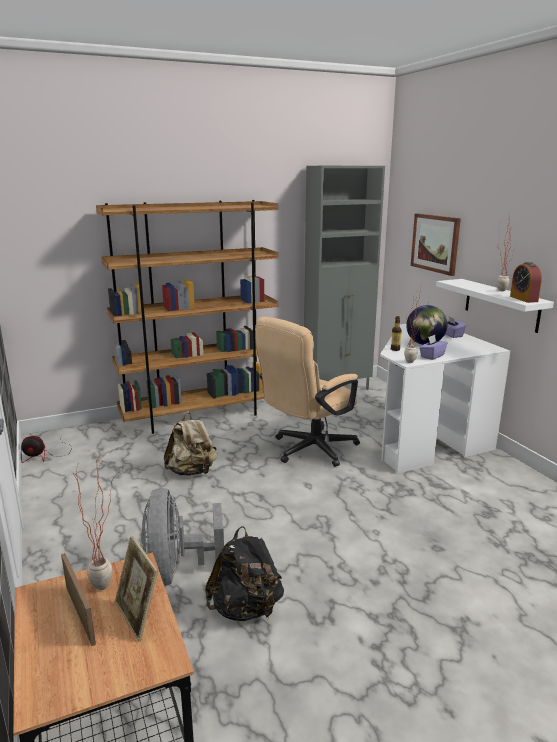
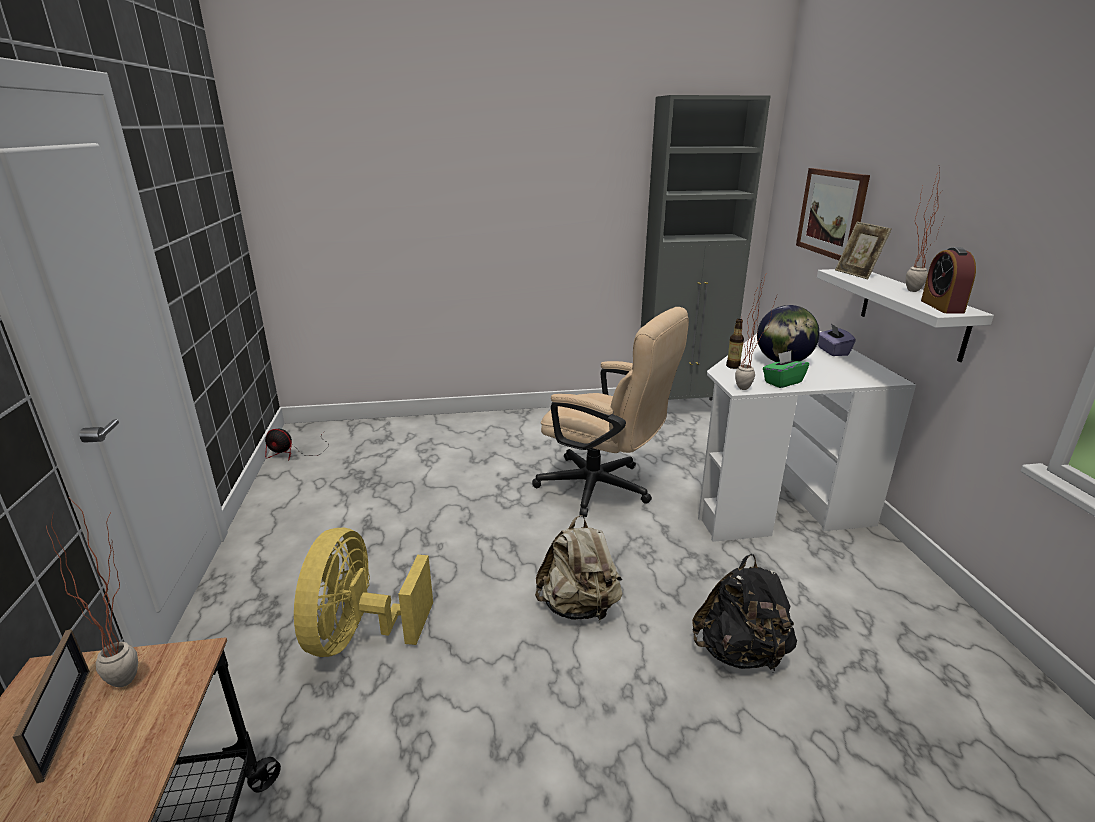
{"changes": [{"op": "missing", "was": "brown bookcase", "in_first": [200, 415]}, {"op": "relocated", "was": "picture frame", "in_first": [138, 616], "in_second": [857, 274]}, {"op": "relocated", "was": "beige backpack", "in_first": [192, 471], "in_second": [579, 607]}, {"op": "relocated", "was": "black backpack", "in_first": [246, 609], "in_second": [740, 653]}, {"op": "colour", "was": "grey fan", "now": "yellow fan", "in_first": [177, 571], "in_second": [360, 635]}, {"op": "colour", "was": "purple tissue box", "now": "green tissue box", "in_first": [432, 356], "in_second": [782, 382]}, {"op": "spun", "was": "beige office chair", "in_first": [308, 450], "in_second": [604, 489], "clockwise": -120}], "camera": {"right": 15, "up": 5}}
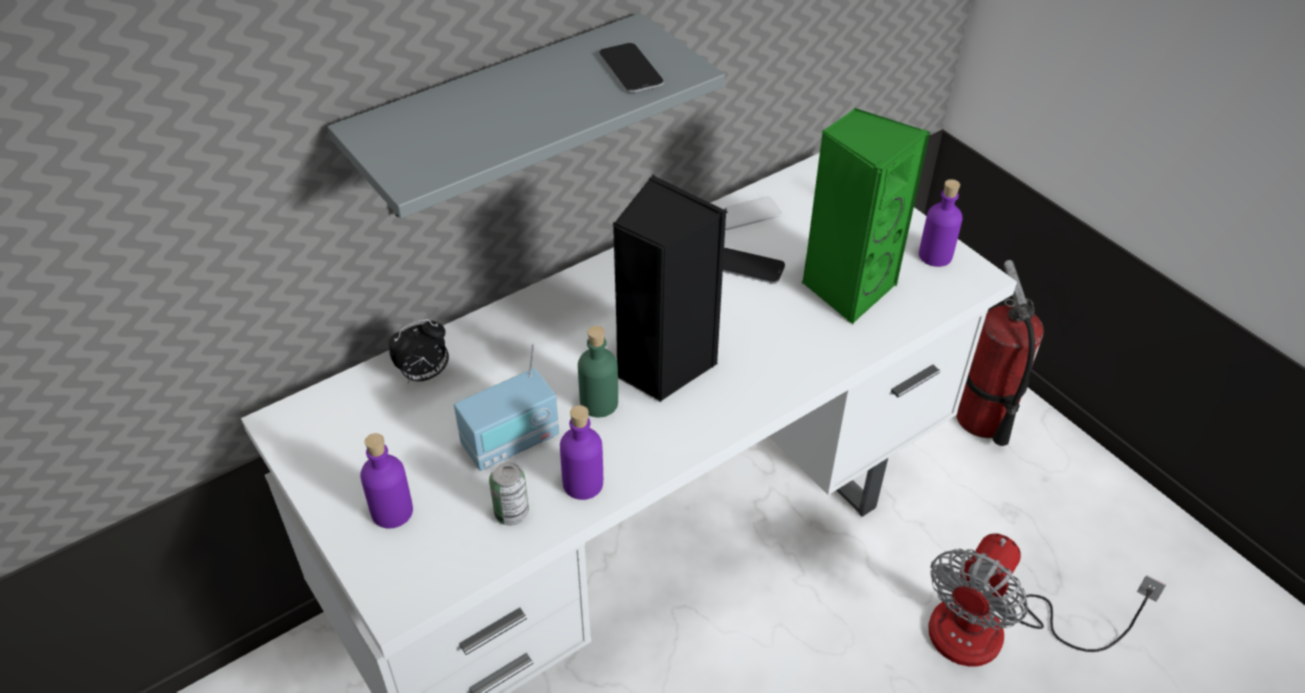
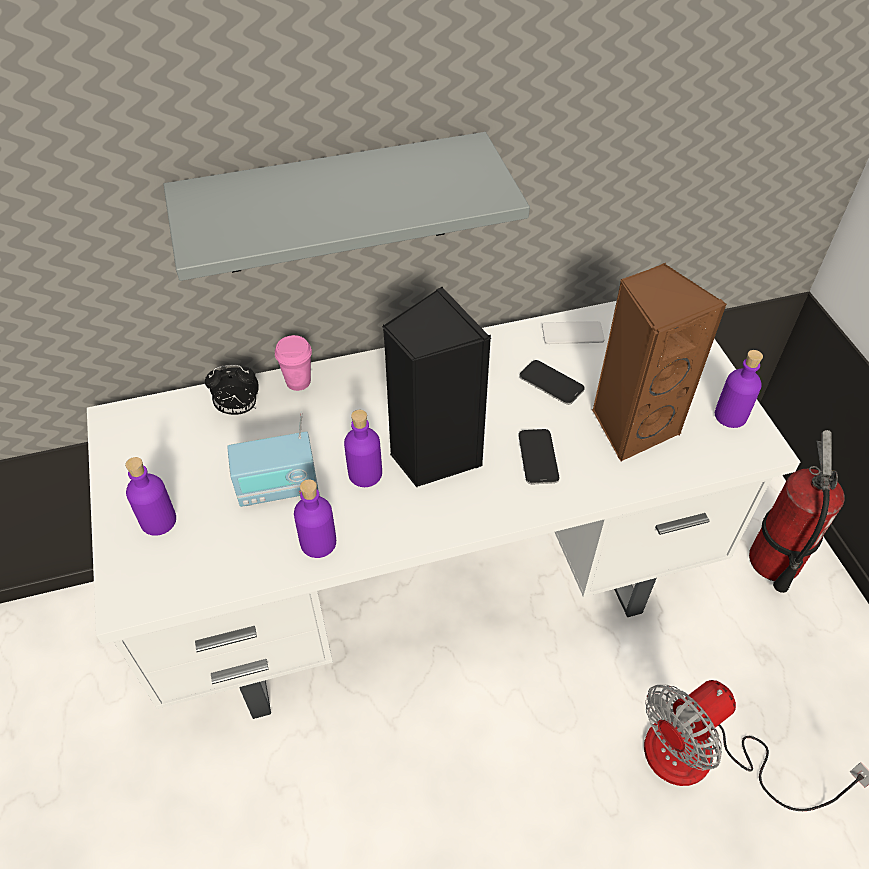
{"changes": [{"op": "missing", "was": "can", "in_first": [511, 513]}, {"op": "appeared", "now": "pink cup", "in_second": [298, 382]}, {"op": "relocated", "was": "phone", "in_first": [630, 70], "in_second": [538, 457]}, {"op": "colour", "was": "green bottle", "now": "purple bottle", "in_first": [599, 403], "in_second": [365, 474]}, {"op": "colour", "was": "green speaker", "now": "brown speaker", "in_first": [846, 287], "in_second": [632, 425]}], "camera": {"right": 20, "up": 5}}
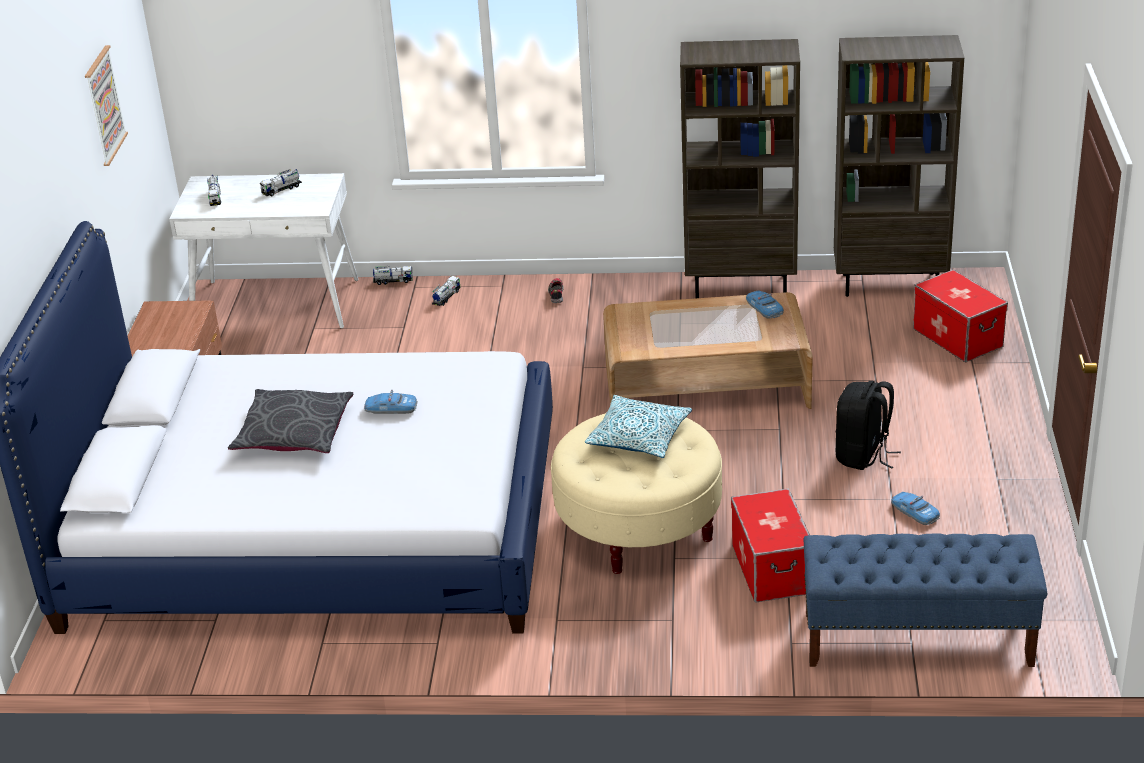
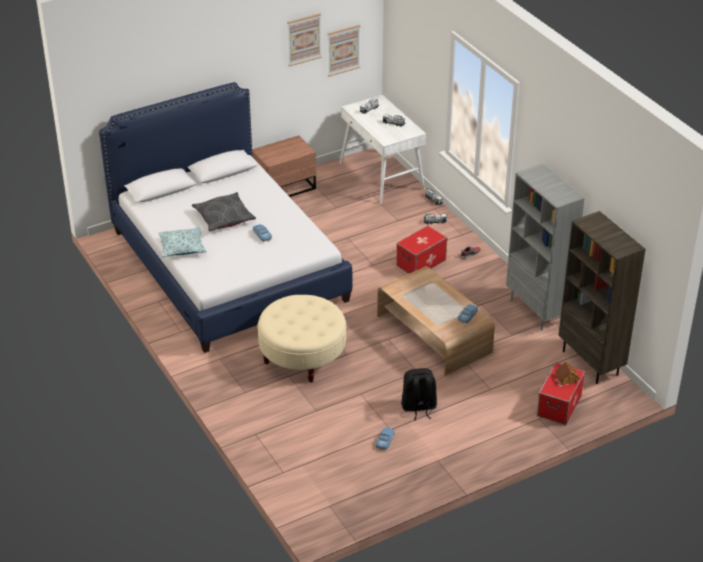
{"changes": [{"op": "missing", "was": "blue bench", "in_first": [916, 639]}, {"op": "appeared", "now": "picture", "in_second": [343, 50]}, {"op": "appeared", "now": "toy house", "in_second": [566, 379]}, {"op": "relocated", "was": "pillow", "in_first": [638, 437], "in_second": [182, 247]}, {"op": "relocated", "was": "storage box", "in_first": [770, 569], "in_second": [421, 262]}, {"op": "colour", "was": "brown bookcase", "now": "grey bookcase", "in_first": [741, 286], "in_second": [537, 311]}], "camera": {"right": 55, "up": 5}}
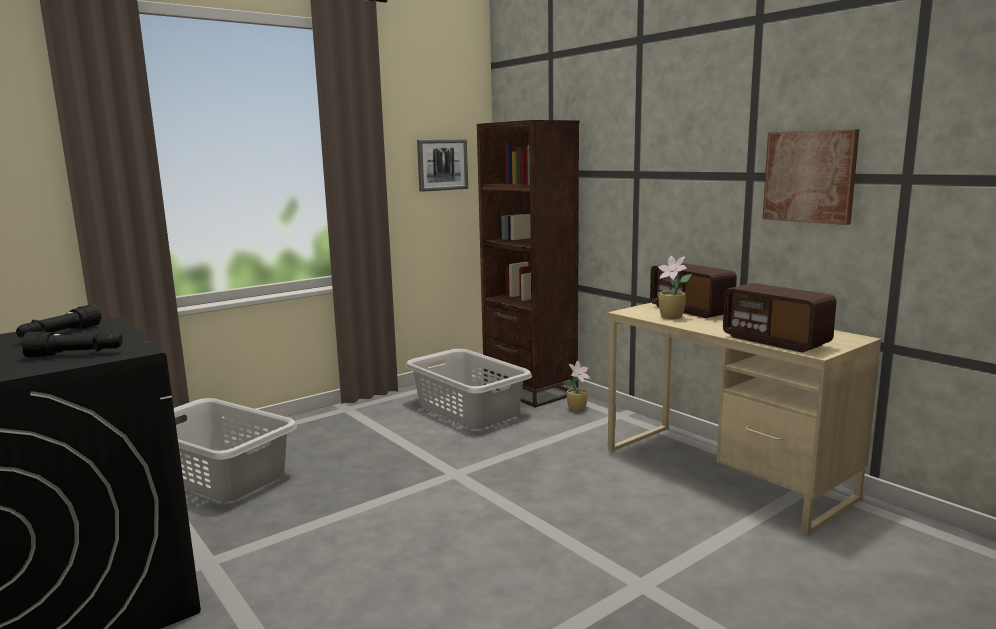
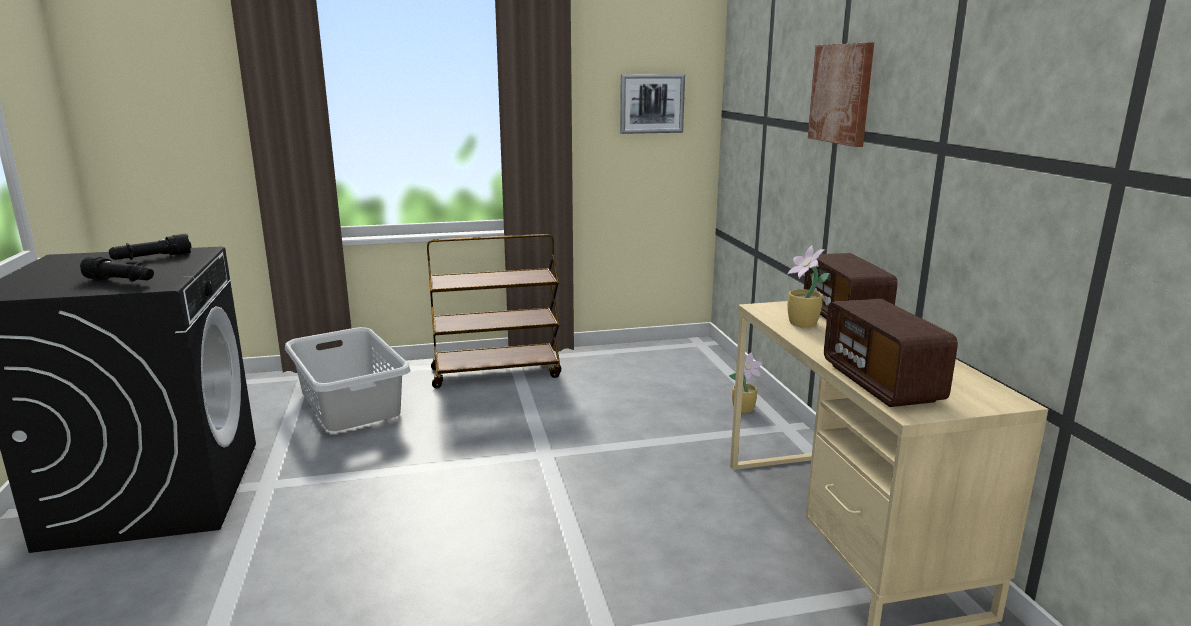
{"changes": [{"op": "missing", "was": "grey laundry basket", "in_first": [468, 409]}, {"op": "missing", "was": "brown bookcase", "in_first": [529, 390]}, {"op": "appeared", "now": "brown cart", "in_second": [496, 372]}, {"op": "relocated", "was": "picture", "in_first": [810, 176], "in_second": [842, 94]}], "camera": {"right": 25, "up": 5}}
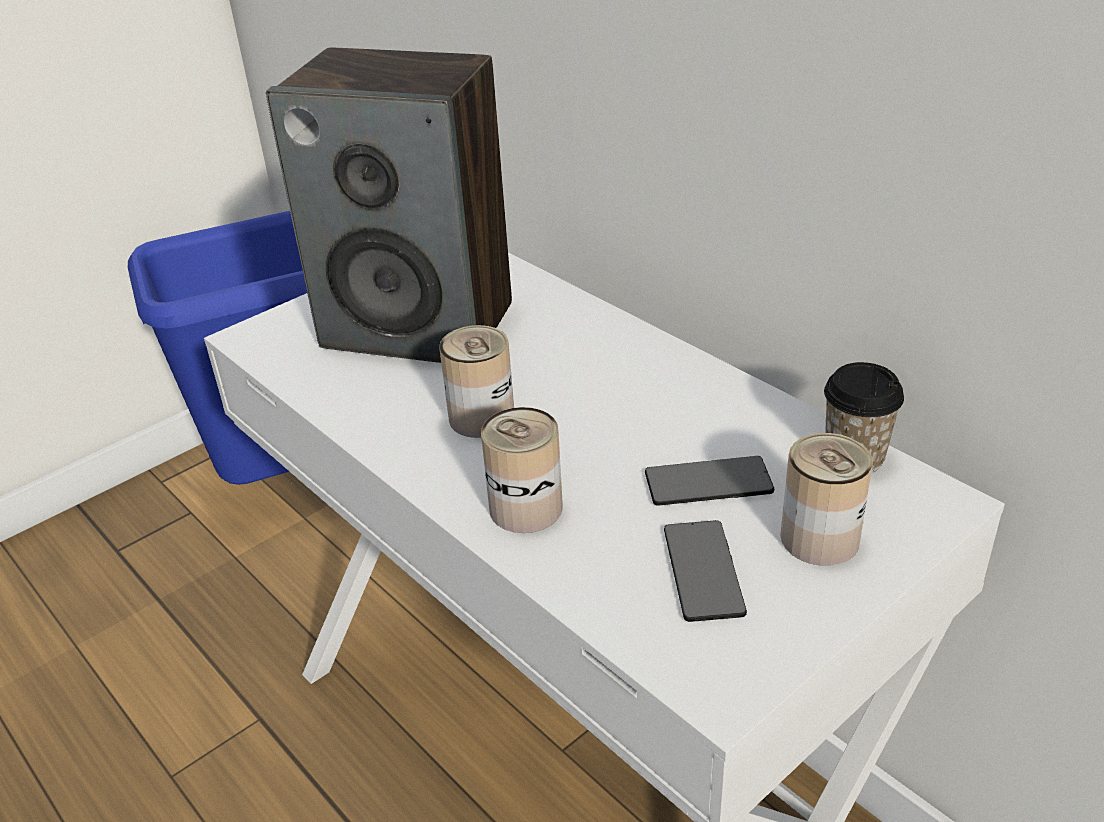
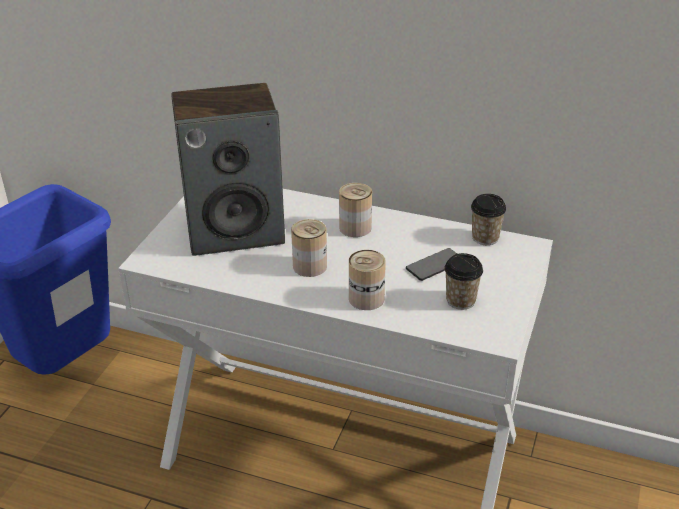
{"changes": [{"op": "relocated", "was": "can", "in_first": [819, 538], "in_second": [355, 227]}, {"op": "exchanged", "was": "phone", "now": "cup", "in_first": [703, 572], "in_second": [460, 300]}], "camera": {"right": -30, "up": 0}}
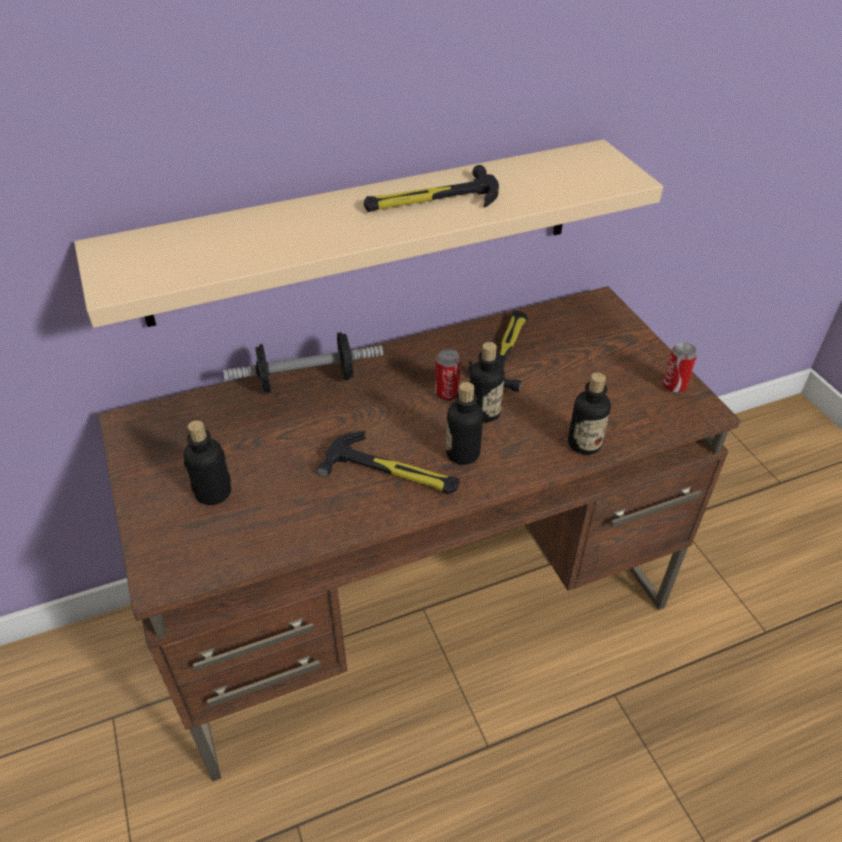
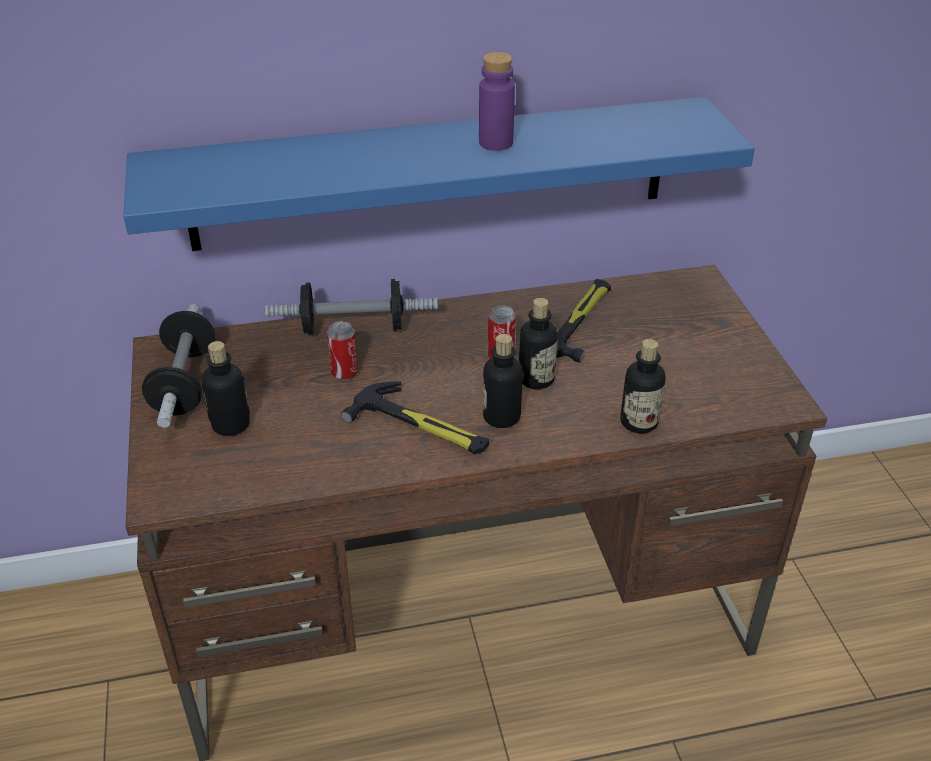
{"changes": [{"op": "appeared", "now": "dumbbell", "in_second": [184, 383]}, {"op": "relocated", "was": "can", "in_first": [674, 386], "in_second": [344, 373]}, {"op": "exchanged", "was": "hammer", "now": "purple bottle", "in_first": [431, 200], "in_second": [496, 143]}, {"op": "colour", "was": "beige shelf", "now": "blue shelf", "in_first": [366, 232], "in_second": [431, 174]}], "camera": {"right": 10, "up": -5}}
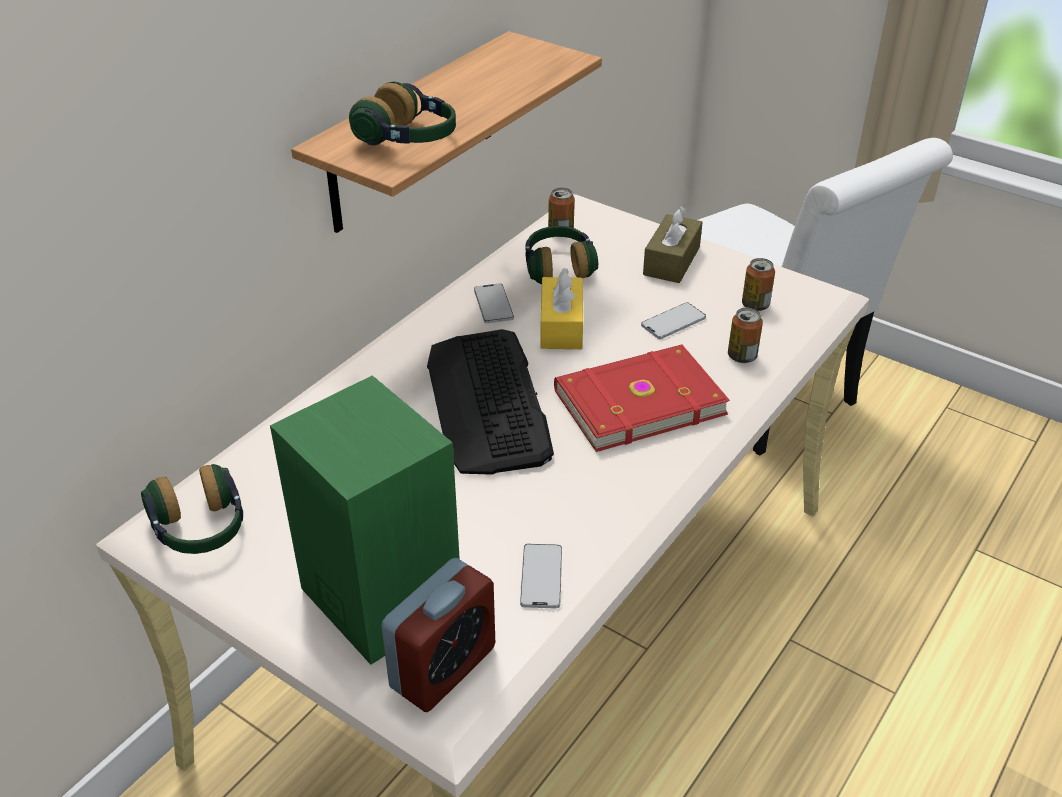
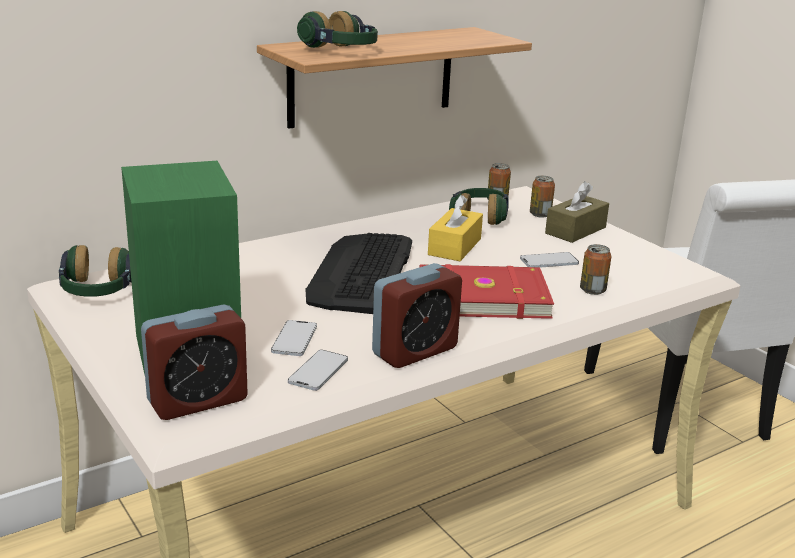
{"changes": [{"op": "appeared", "now": "alarm clock", "in_second": [415, 351]}, {"op": "relocated", "was": "phone", "in_first": [493, 304], "in_second": [294, 339]}, {"op": "relocated", "was": "can", "in_first": [755, 305], "in_second": [540, 214]}], "camera": {"right": 20, "up": -15}}
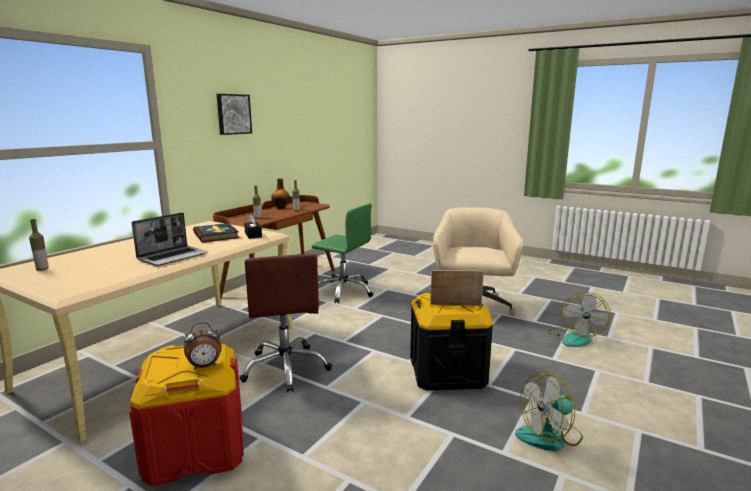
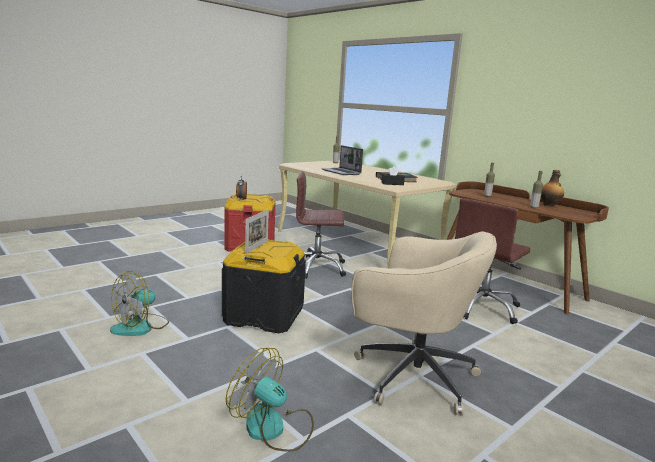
{"changes": [{"op": "missing", "was": "picture", "in_first": [233, 114]}, {"op": "colour", "was": "green office chair", "now": "brown office chair", "in_first": [344, 291], "in_second": [482, 307]}, {"op": "spun", "was": "fan", "in_first": [549, 436], "in_second": [140, 327], "clockwise": -135}], "camera": {"right": 105, "up": 0}}
